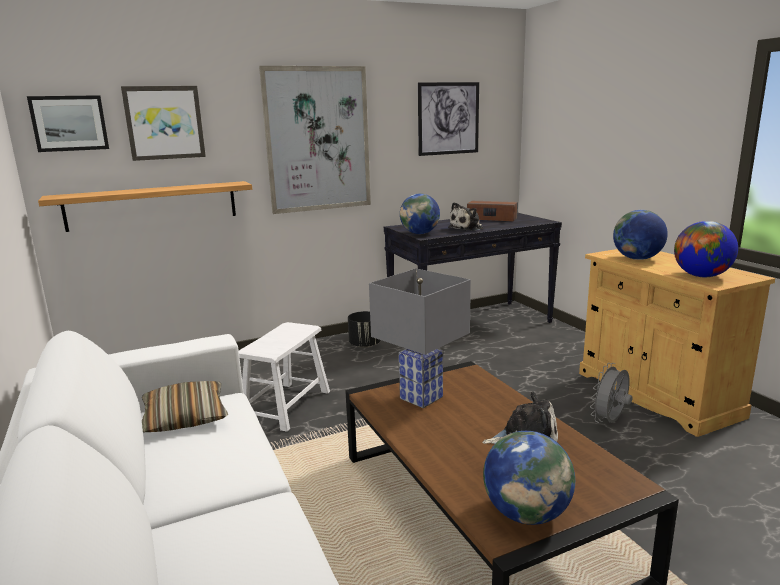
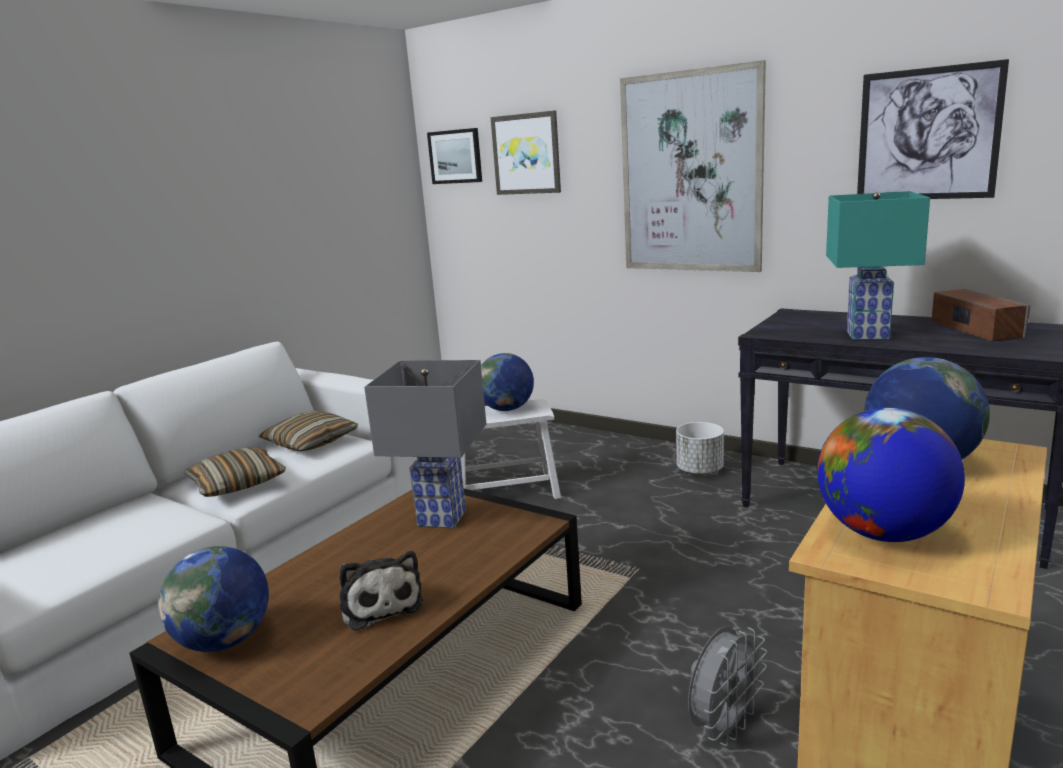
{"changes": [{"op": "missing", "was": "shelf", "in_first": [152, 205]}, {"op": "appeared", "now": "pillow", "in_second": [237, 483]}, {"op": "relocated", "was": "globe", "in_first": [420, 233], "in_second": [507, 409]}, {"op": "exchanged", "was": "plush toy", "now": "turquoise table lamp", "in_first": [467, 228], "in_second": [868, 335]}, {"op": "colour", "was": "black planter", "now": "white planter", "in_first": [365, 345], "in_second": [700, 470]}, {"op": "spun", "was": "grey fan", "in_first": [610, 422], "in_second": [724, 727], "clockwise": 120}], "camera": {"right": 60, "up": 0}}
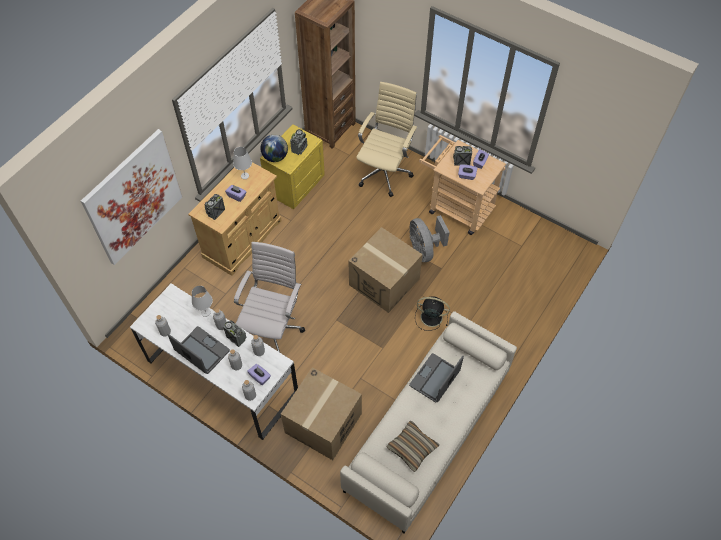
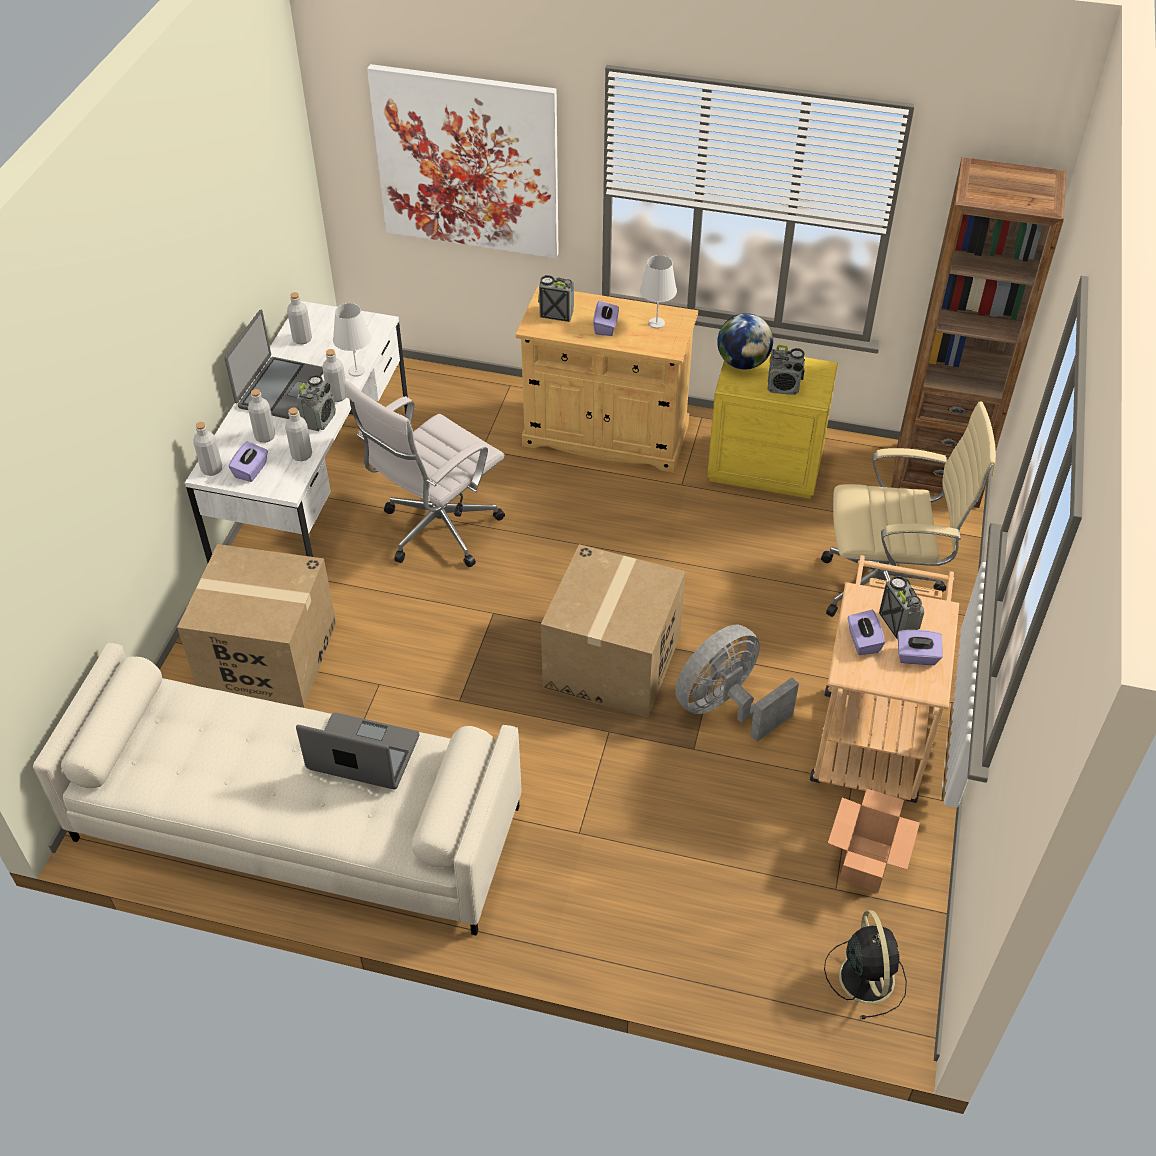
{"changes": [{"op": "missing", "was": "pillow", "in_first": [412, 448]}, {"op": "appeared", "now": "cardboard box", "in_second": [865, 862]}, {"op": "relocated", "was": "black fan", "in_first": [430, 317], "in_second": [866, 975]}, {"op": "spun", "was": "white office chair", "in_first": [273, 329], "in_second": [436, 531], "clockwise": 135}], "camera": {"right": 70, "up": -10}}
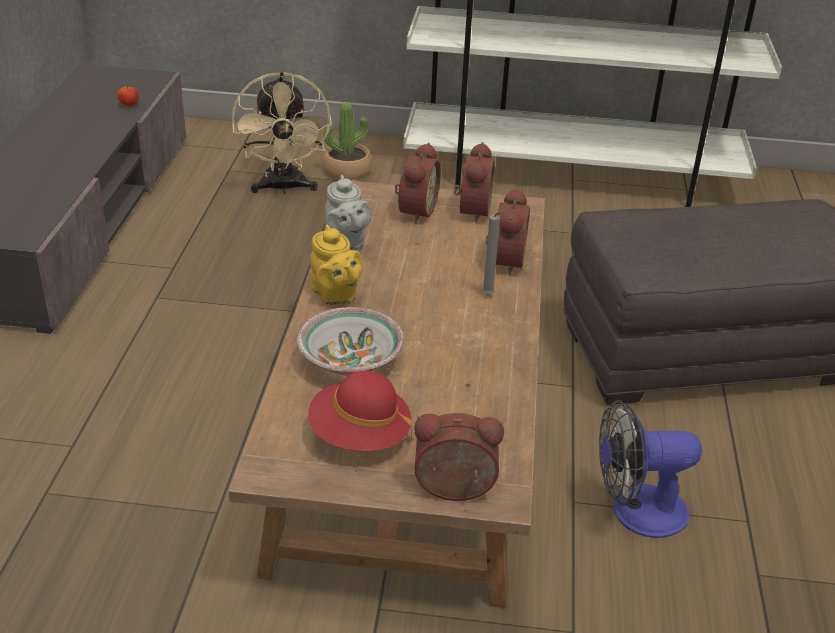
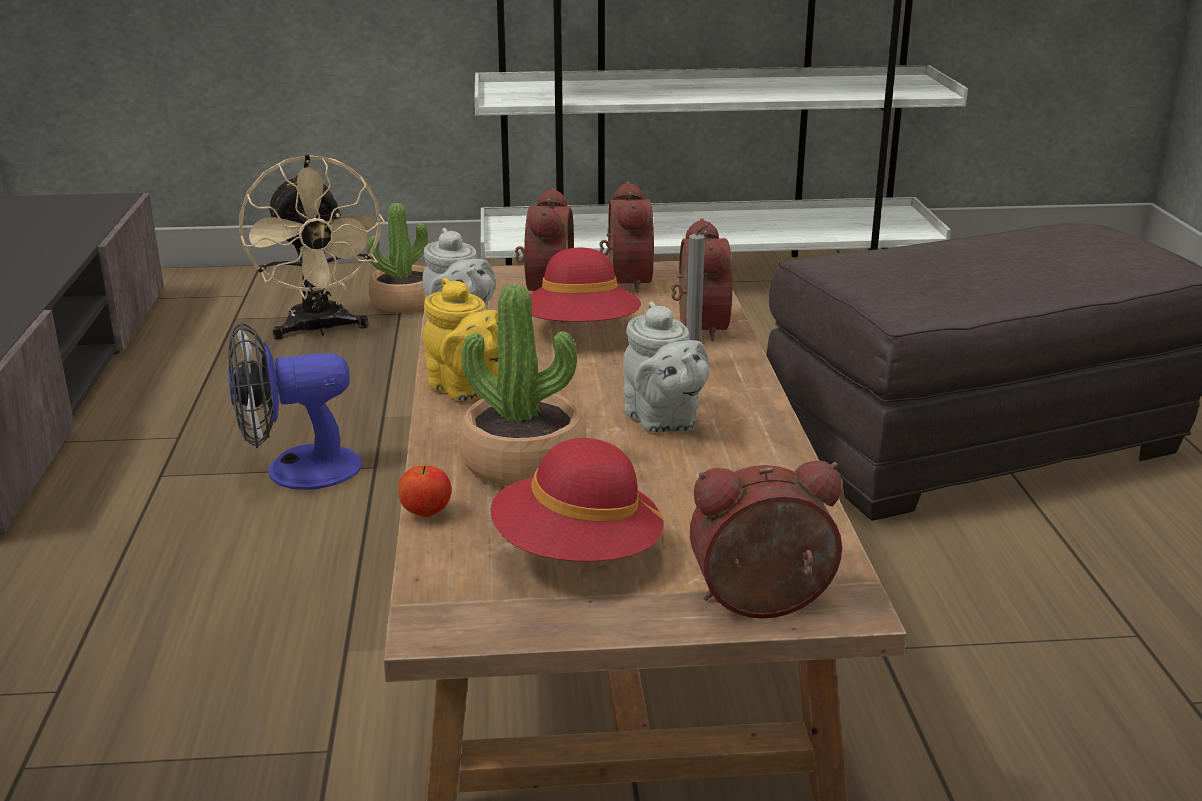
{"changes": [{"op": "appeared", "now": "red hat", "in_second": [580, 332]}, {"op": "appeared", "now": "grey teapot", "in_second": [663, 421]}, {"op": "relocated", "was": "apple", "in_first": [129, 105], "in_second": [426, 513]}, {"op": "relocated", "was": "fan", "in_first": [636, 511], "in_second": [296, 471]}, {"op": "exchanged", "was": "bowl", "now": "potted plant", "in_first": [351, 361], "in_second": [524, 462]}], "camera": {"right": -10, "up": -10}}
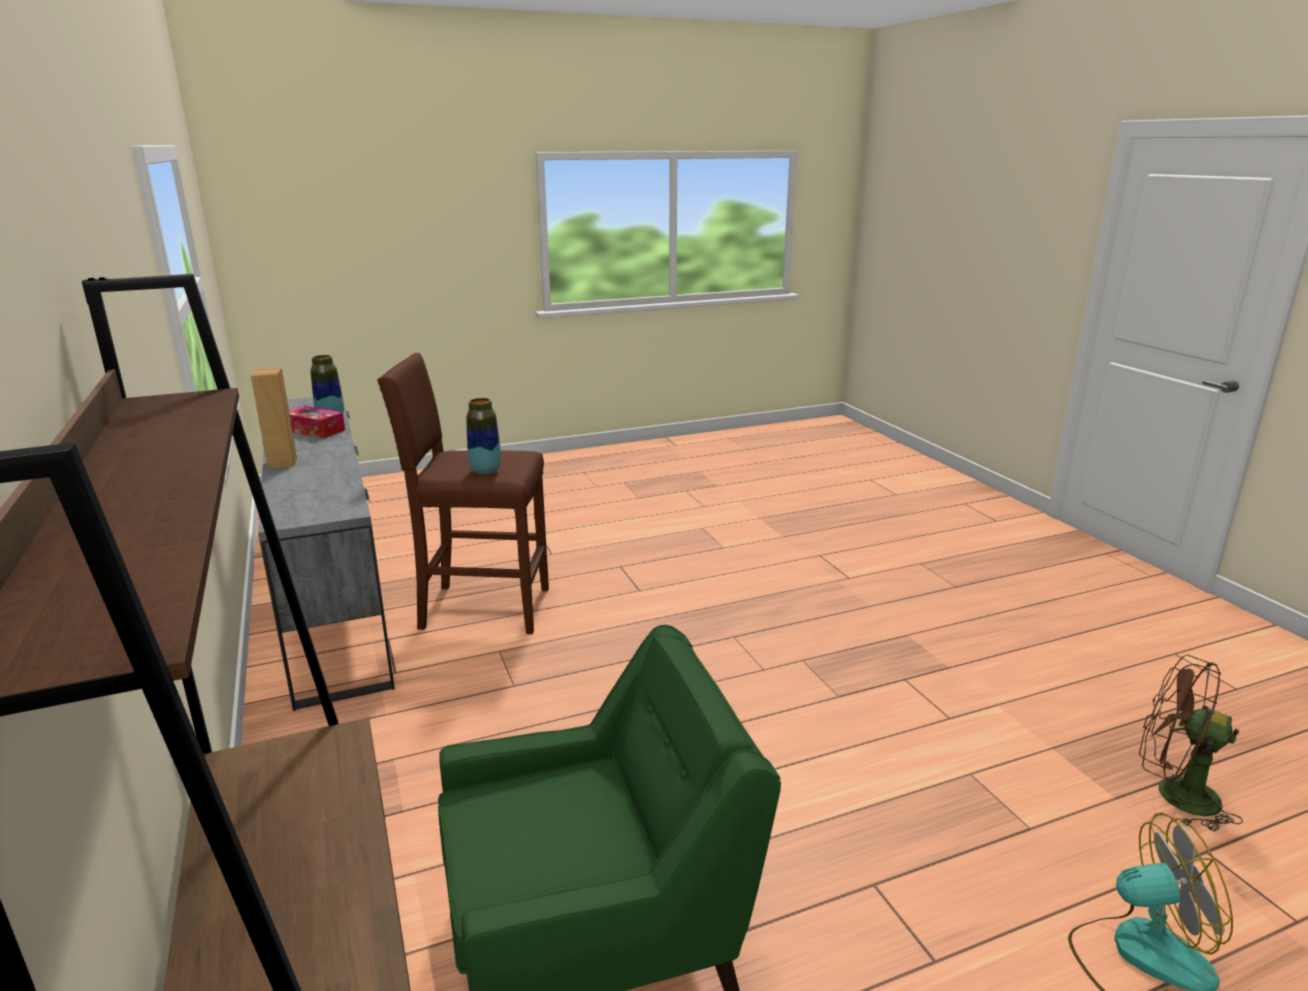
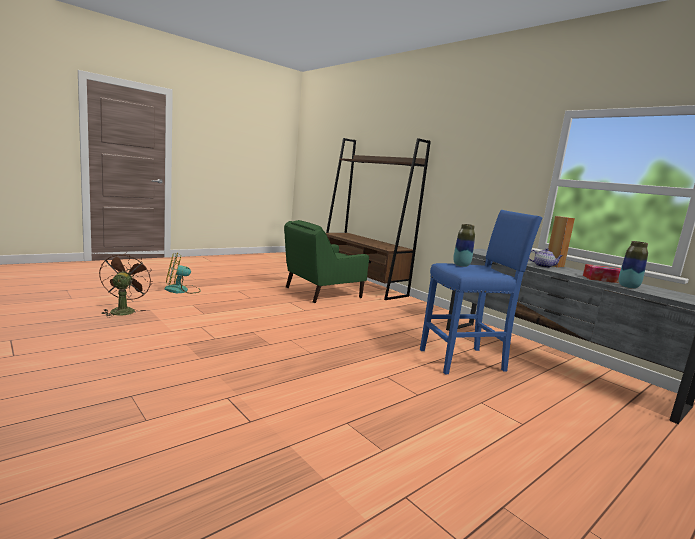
{"changes": [{"op": "appeared", "now": "teapot", "in_second": [543, 266]}, {"op": "colour", "was": "brown stool", "now": "blue stool", "in_first": [482, 608], "in_second": [464, 360]}, {"op": "spun", "was": "brown fan", "in_first": [1173, 794], "in_second": [123, 310], "clockwise": -105}], "camera": {"right": 160, "up": -10}}
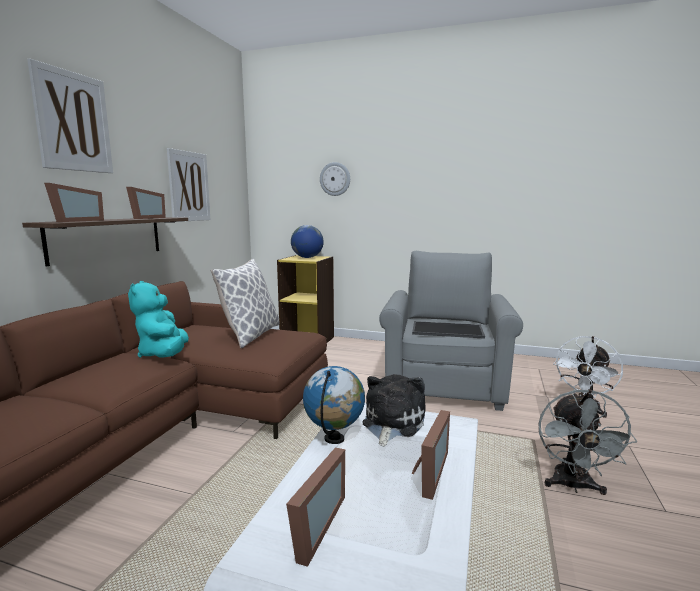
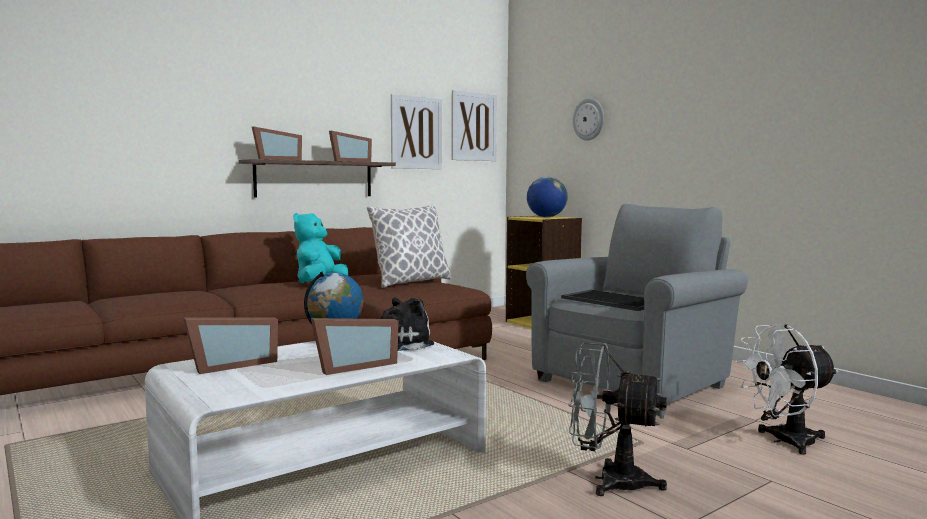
{"changes": [{"op": "relocated", "was": "picture", "in_first": [73, 122], "in_second": [473, 126]}, {"op": "spun", "was": "grey fan", "in_first": [573, 486], "in_second": [609, 480], "clockwise": 60}], "camera": {"right": 35, "up": -5}}
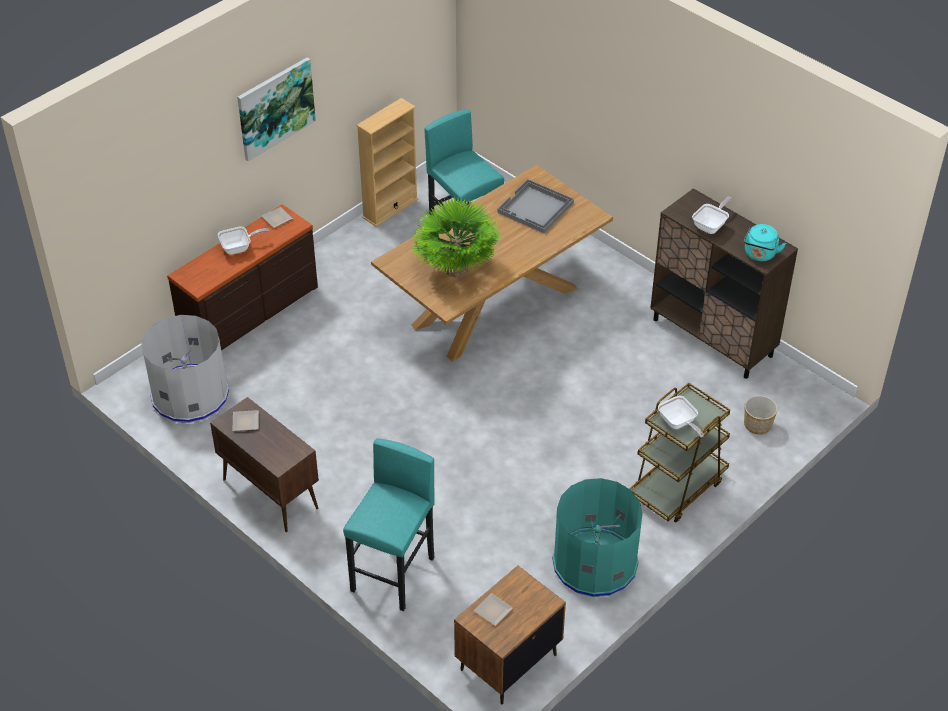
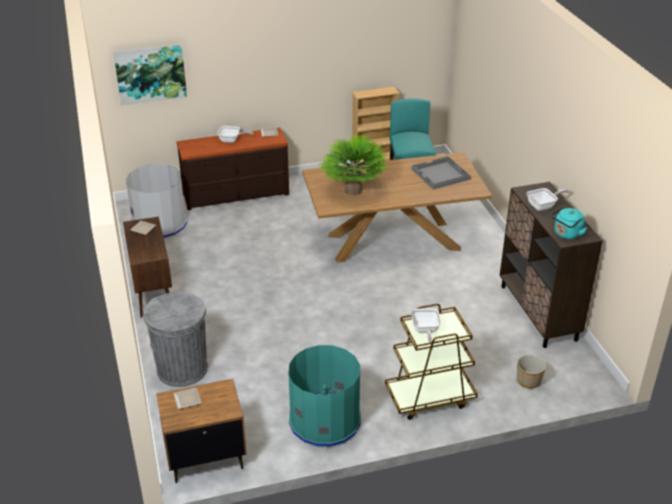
{"changes": [{"op": "relocated", "was": "picture", "in_first": [275, 108], "in_second": [150, 73]}, {"op": "exchanged", "was": "turquoise stool", "now": "grey trash can", "in_first": [394, 574], "in_second": [182, 369]}], "camera": {"right": 30, "up": -10}}
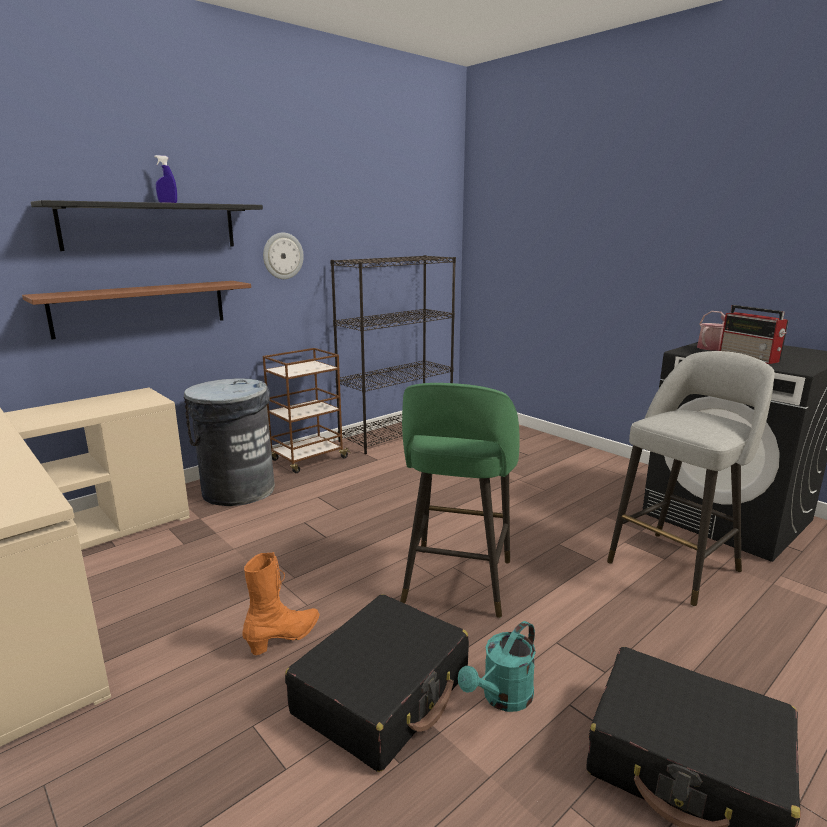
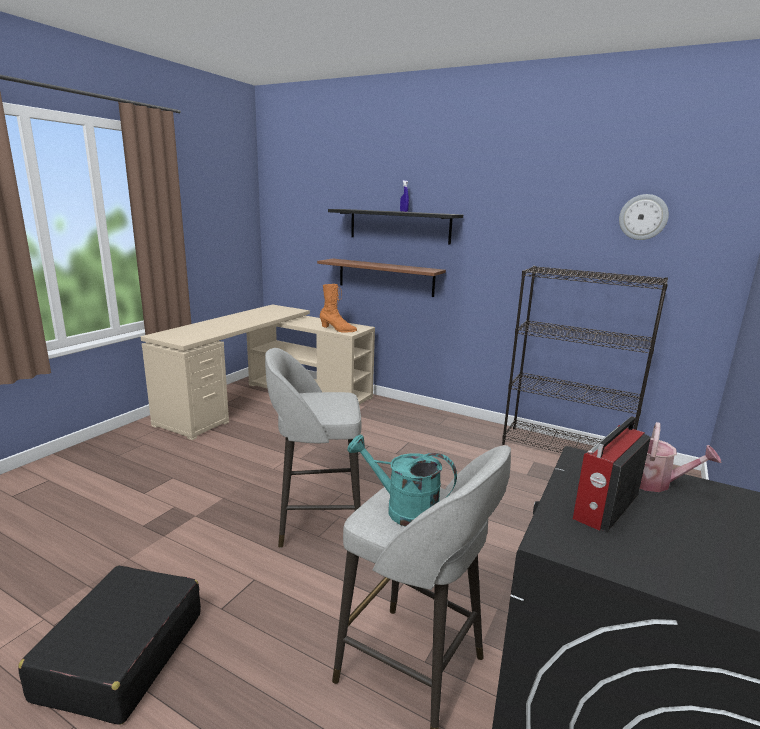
{"changes": [{"op": "missing", "was": "grey trash can", "in_first": [238, 490]}, {"op": "missing", "was": "brown cart", "in_first": [308, 459]}, {"op": "missing", "was": "black suitcase", "in_first": [383, 693]}, {"op": "relocated", "was": "orange boot", "in_first": [285, 638], "in_second": [338, 330]}, {"op": "relocated", "was": "wall clock", "in_first": [282, 256], "in_second": [643, 217]}, {"op": "relocated", "was": "turquoise watering can", "in_first": [502, 698], "in_second": [403, 510]}, {"op": "colour", "was": "green stool", "now": "grey stool", "in_first": [456, 583], "in_second": [317, 521]}], "camera": {"right": 70, "up": 0}}
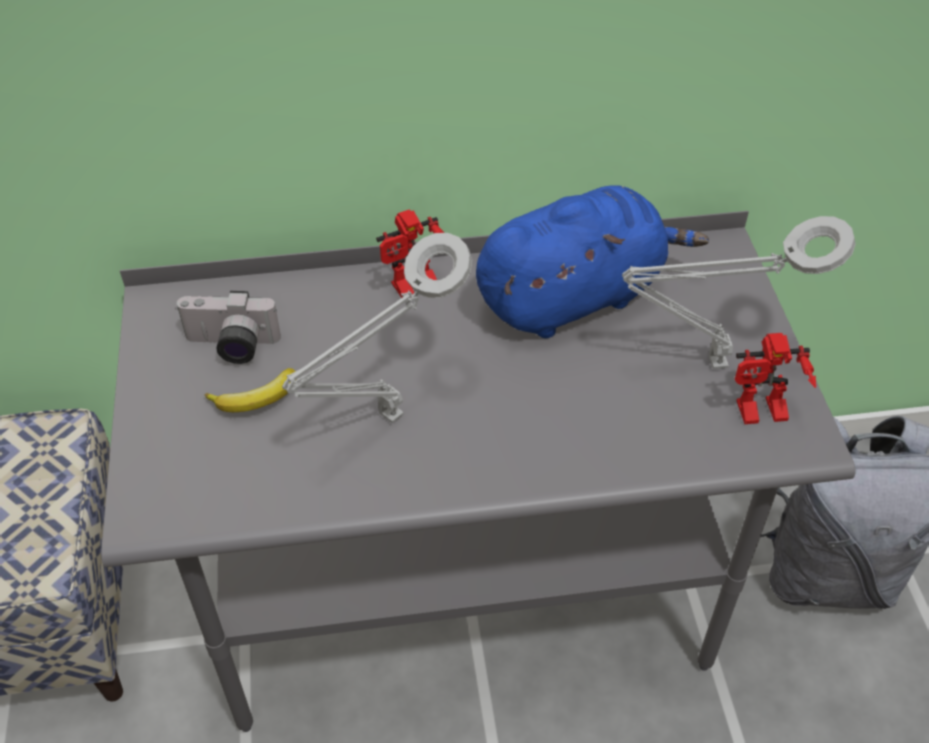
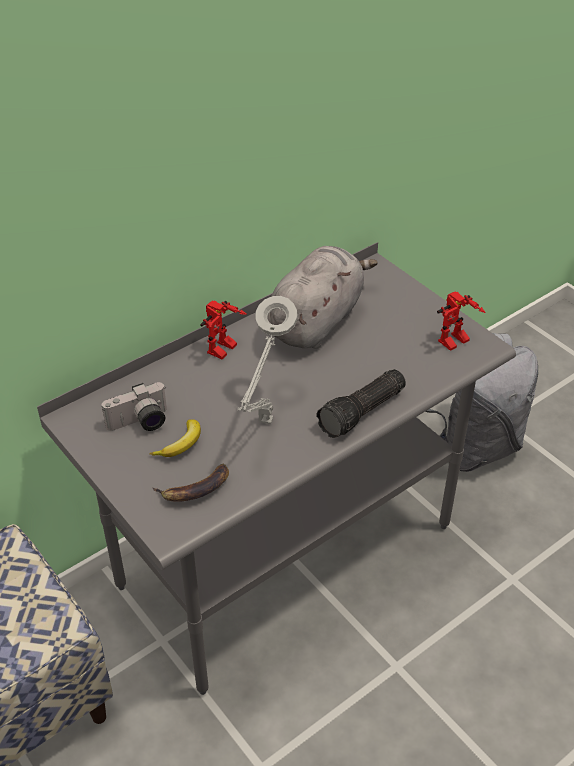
{"changes": [{"op": "missing", "was": "grey table lamp", "in_first": [710, 364]}, {"op": "appeared", "now": "banana", "in_second": [195, 489]}, {"op": "appeared", "now": "flashlight", "in_second": [363, 413]}, {"op": "colour", "was": "blue plush toy", "now": "grey plush toy", "in_first": [575, 296], "in_second": [316, 321]}], "camera": {"right": -30, "up": -5}}
